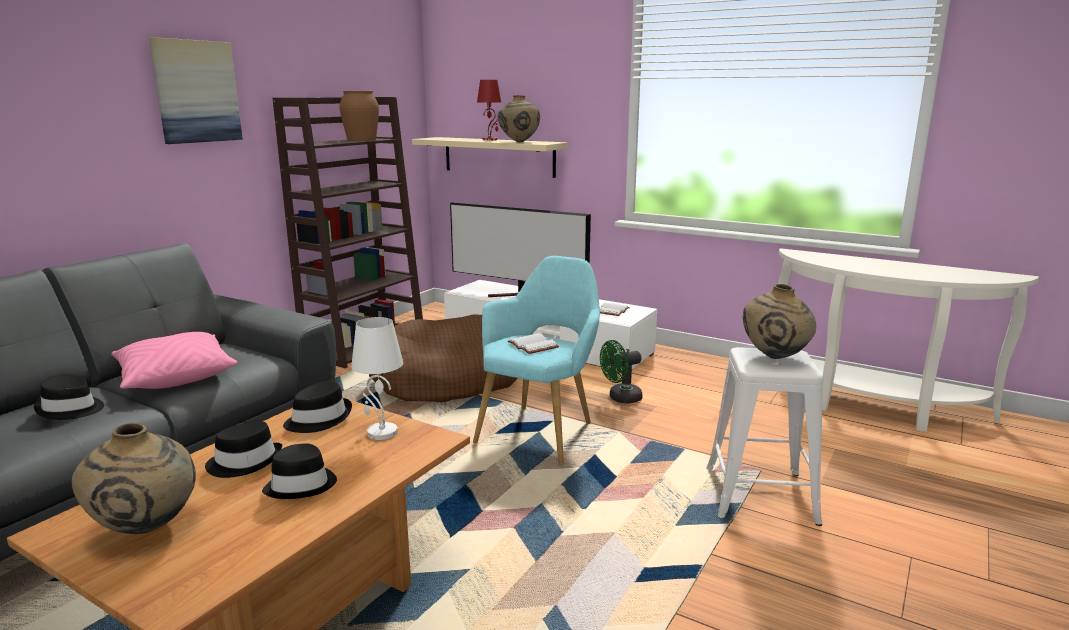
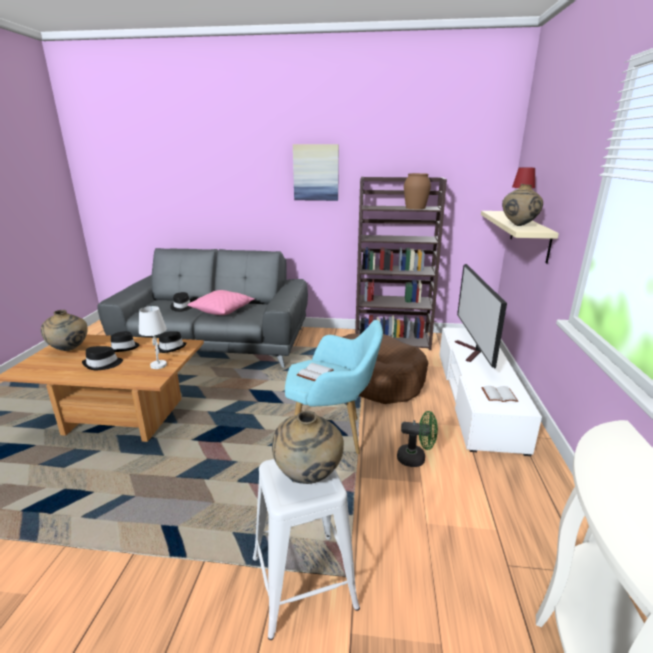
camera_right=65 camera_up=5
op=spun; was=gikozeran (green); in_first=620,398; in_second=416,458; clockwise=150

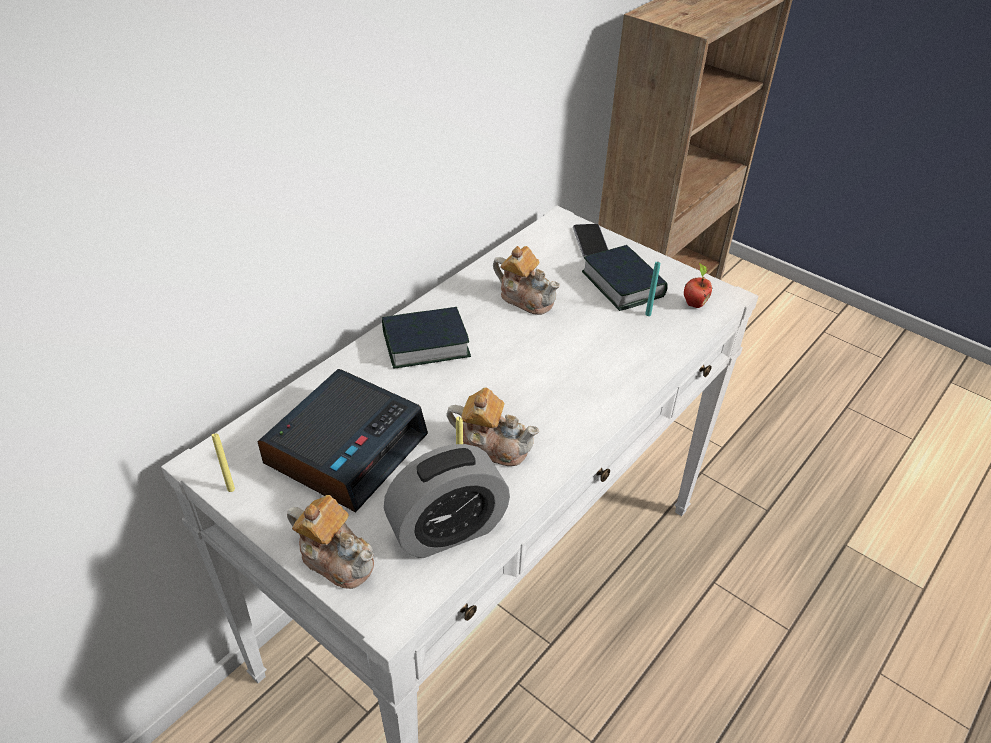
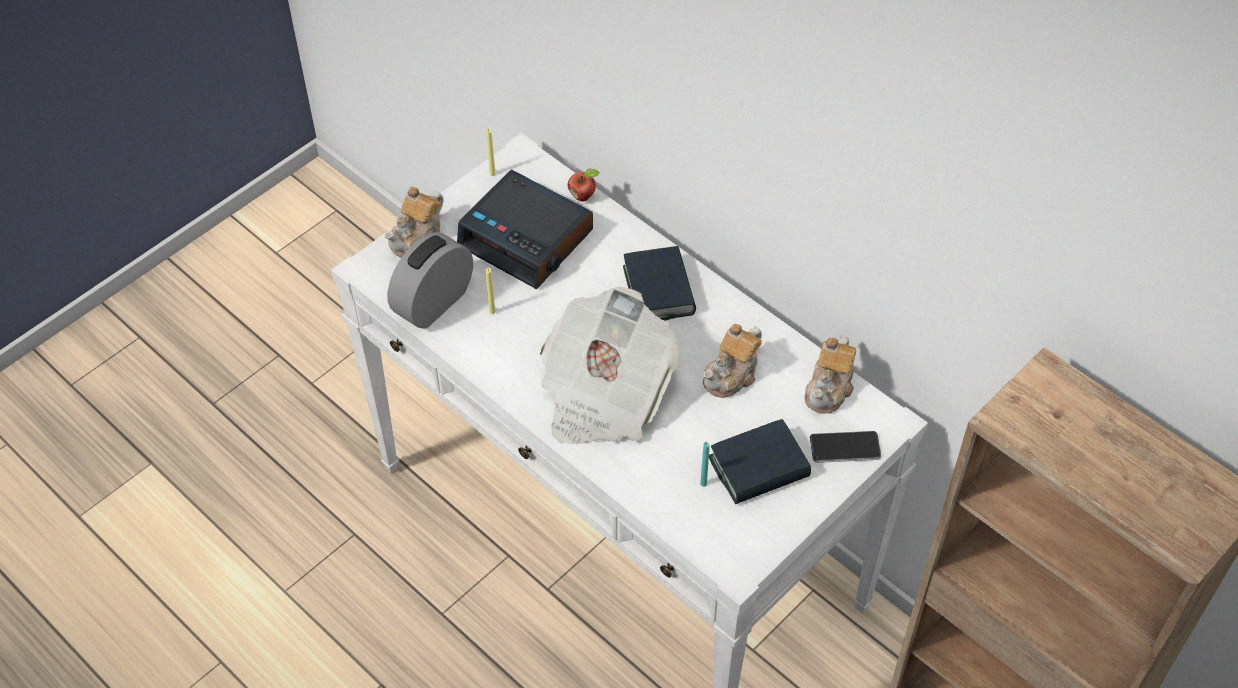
camera_right=95 camera_up=10
op=relocated; was=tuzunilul; in_first=694,303; in_second=583,196
op=relocated; was=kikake; in_first=493,445; in_second=829,389
op=spun; was=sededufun; in_first=447,530; in_second=434,303; clockwise=60
op=appeared; now=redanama; in_second=603,393

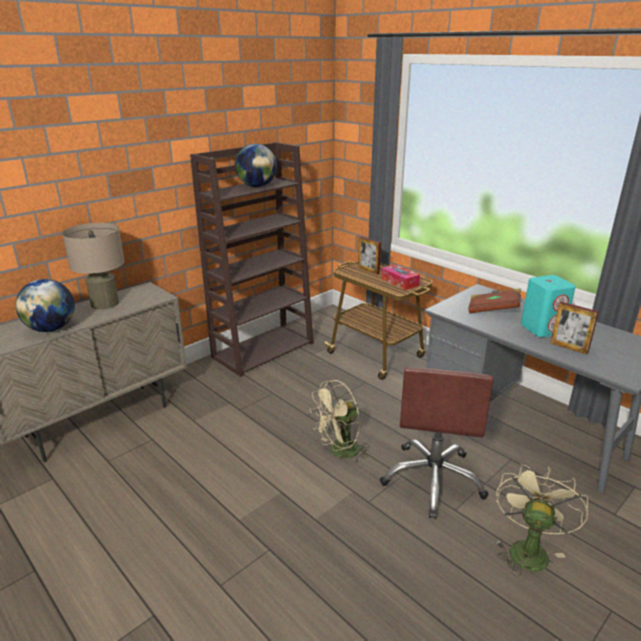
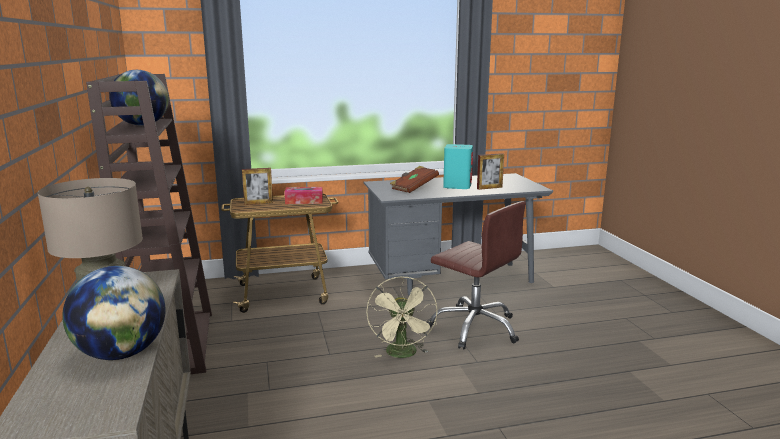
camera_right=-60 camera_up=-10
op=missing; was=gikozeran (beige); in_first=527,548

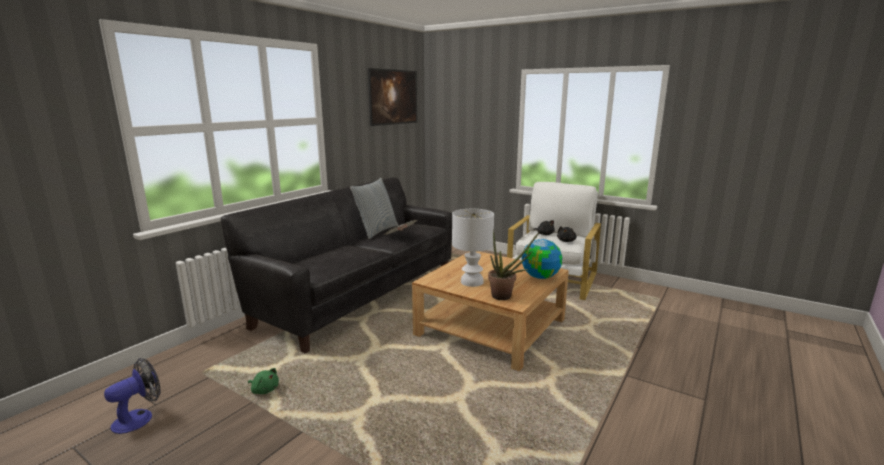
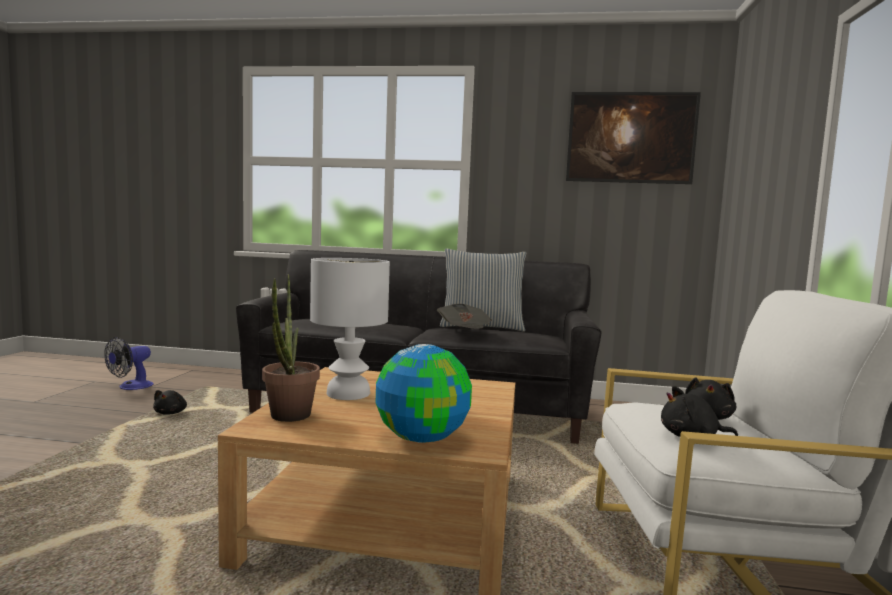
camera_right=65 camera_up=-10
op=spun; was=gikozeran; in_first=139,418; in_second=130,387; clockwise=105
op=colour; was=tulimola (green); now=tulimola (black); in_first=264,390; in_second=171,413

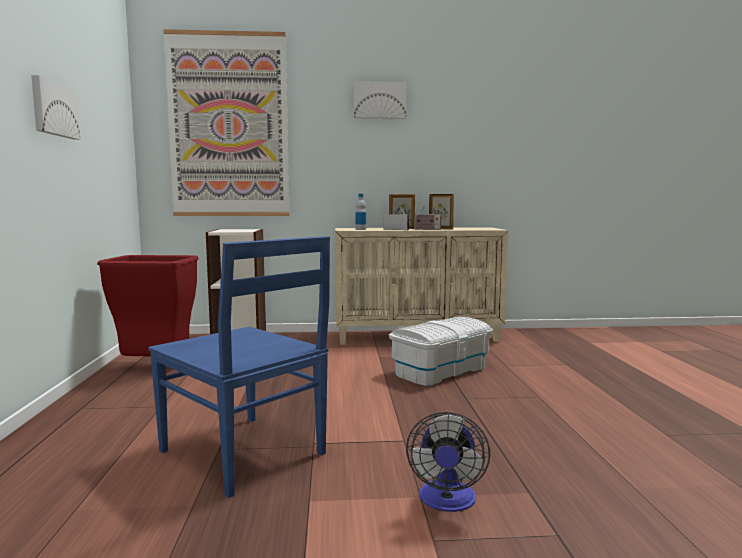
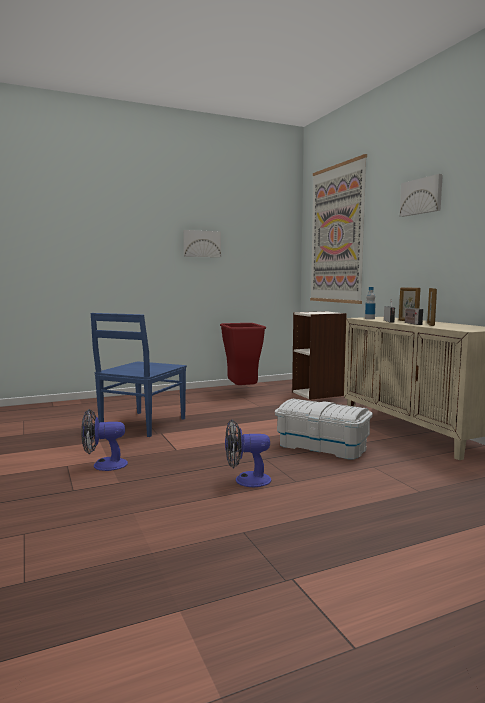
camera_right=70 camera_up=0
op=appeared; now=gikozeran; in_second=246,480

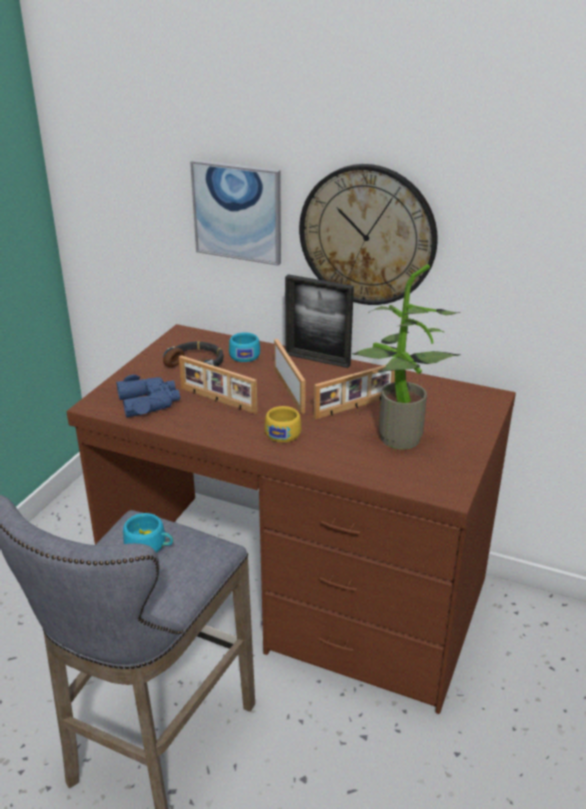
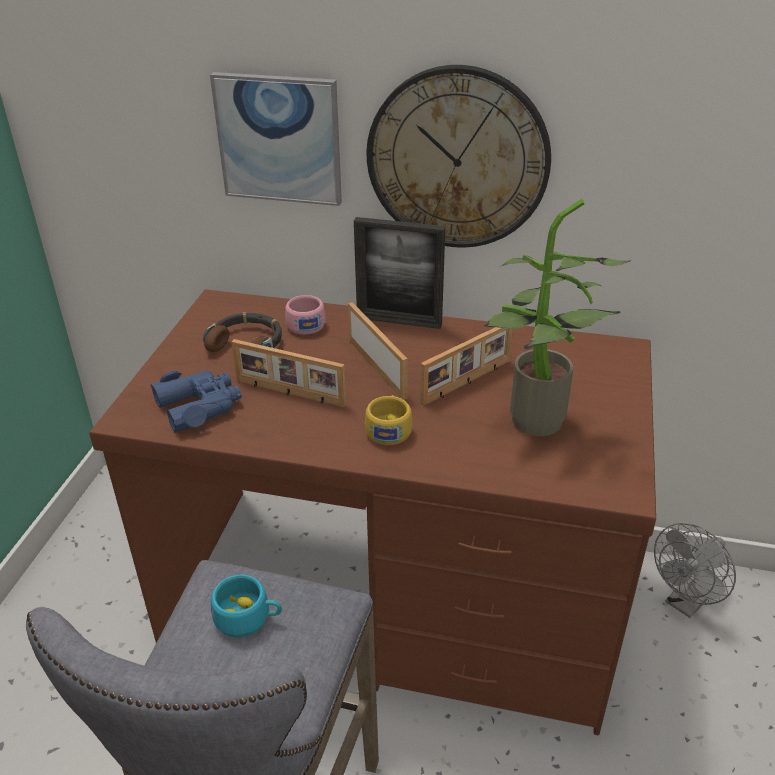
camera_right=-10 camera_up=5
op=colour; was=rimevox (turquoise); now=rimevox (pink); in_first=244,354; in_second=305,323
op=appeared; now=gikozeran (grey); in_second=686,603

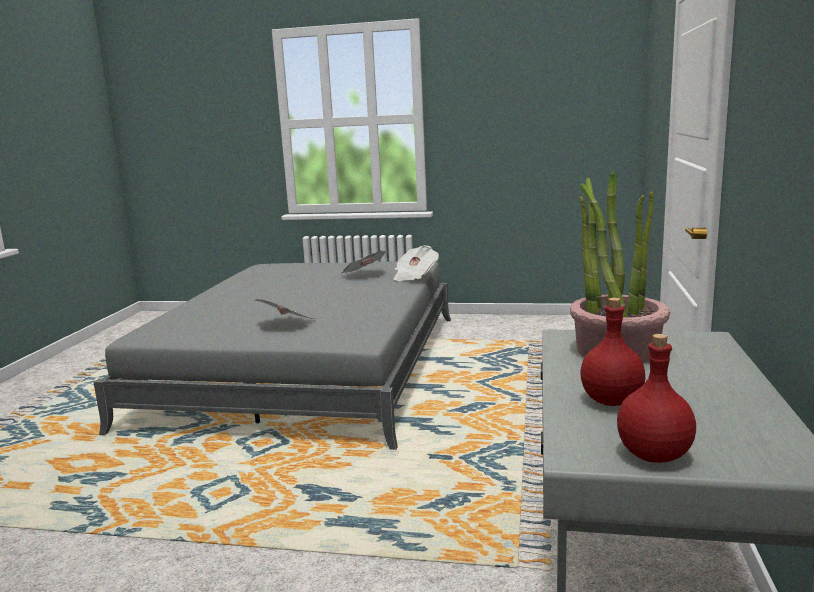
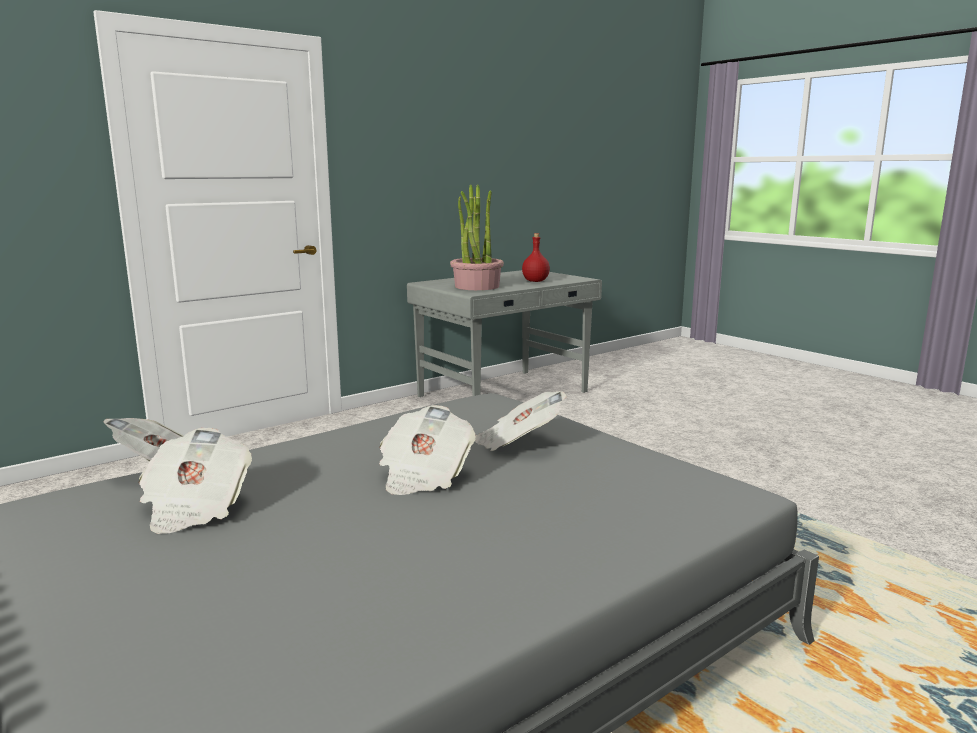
camera_right=-140 camera_up=0
op=missing; was=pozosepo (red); in_first=652,455
op=appeared; now=redanama; in_second=424,475

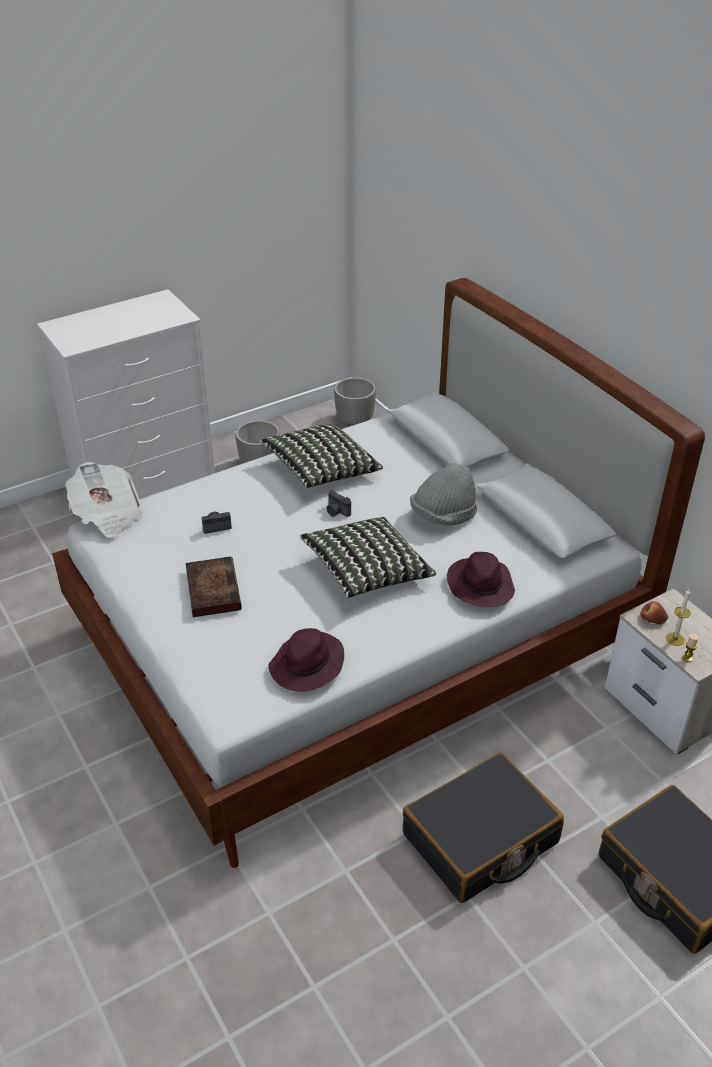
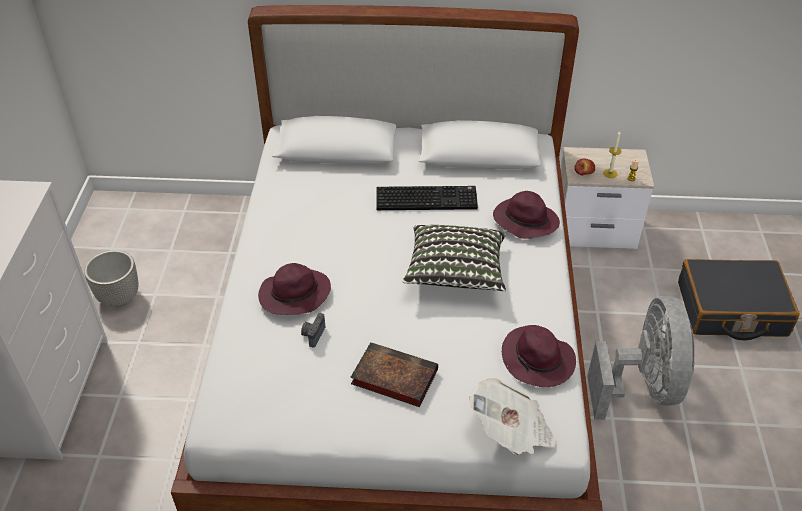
camera_right=-55 camera_up=5
op=missing; was=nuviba; in_first=355,421
op=missing; was=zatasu; in_first=321,470
op=relocated; was=redanama; in_first=107,515; in_second=512,432
op=exchanged; was=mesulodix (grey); now=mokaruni; in_first=443,516; in_second=427,198
op=missing; was=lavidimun; in_first=336,512
op=exchanged; was=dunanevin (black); now=gikozeran (grey); in_first=480,839; in_second=642,386
op=appeared; now=mesulodix (purple); in_second=294,295

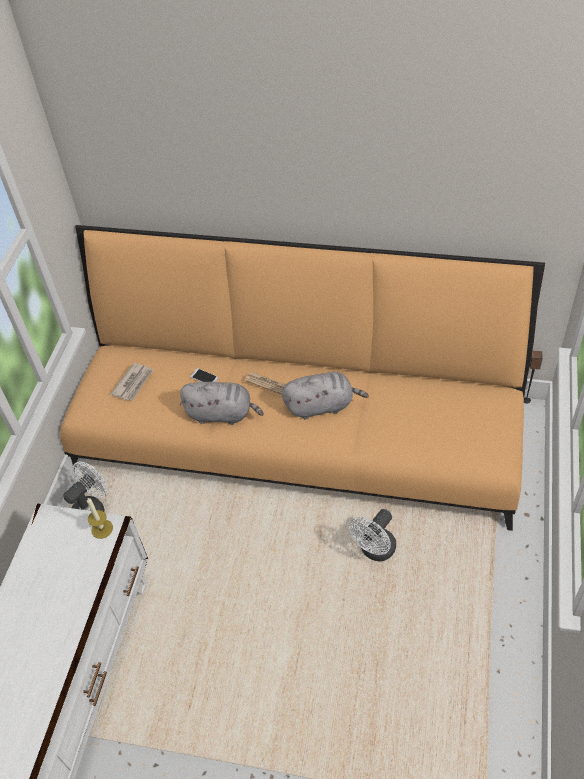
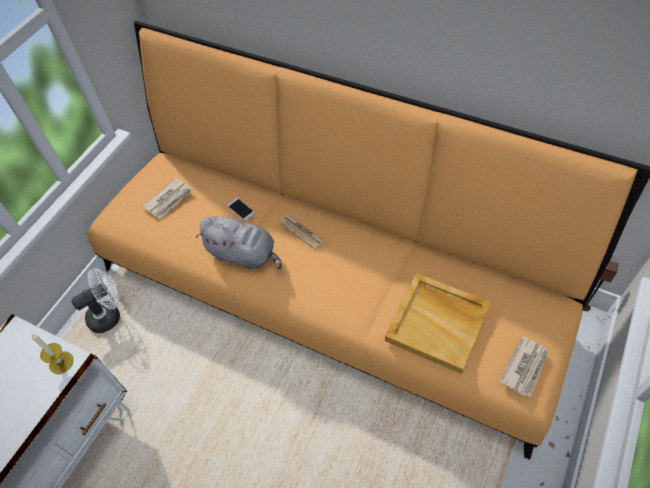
camera_right=15 camera_up=5
op=missing; was=tulimola (grey); in_first=322,406
op=missing; was=gikozeran (white); in_first=375,551
op=appeared; now=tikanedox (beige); in_second=438,323
op=appeared; now=redanama; in_second=525,367

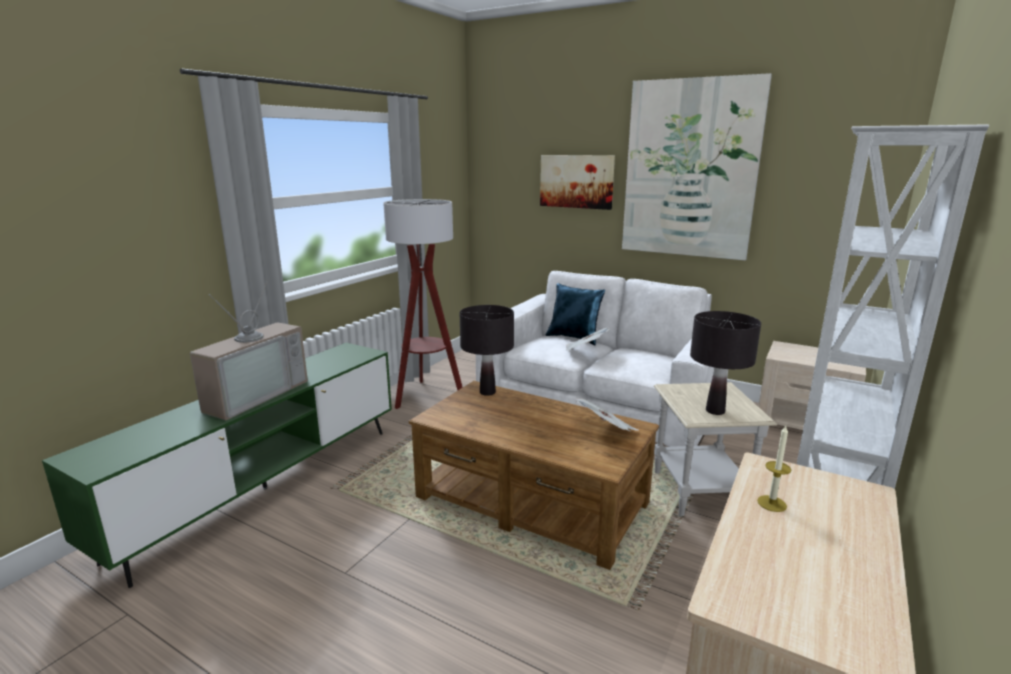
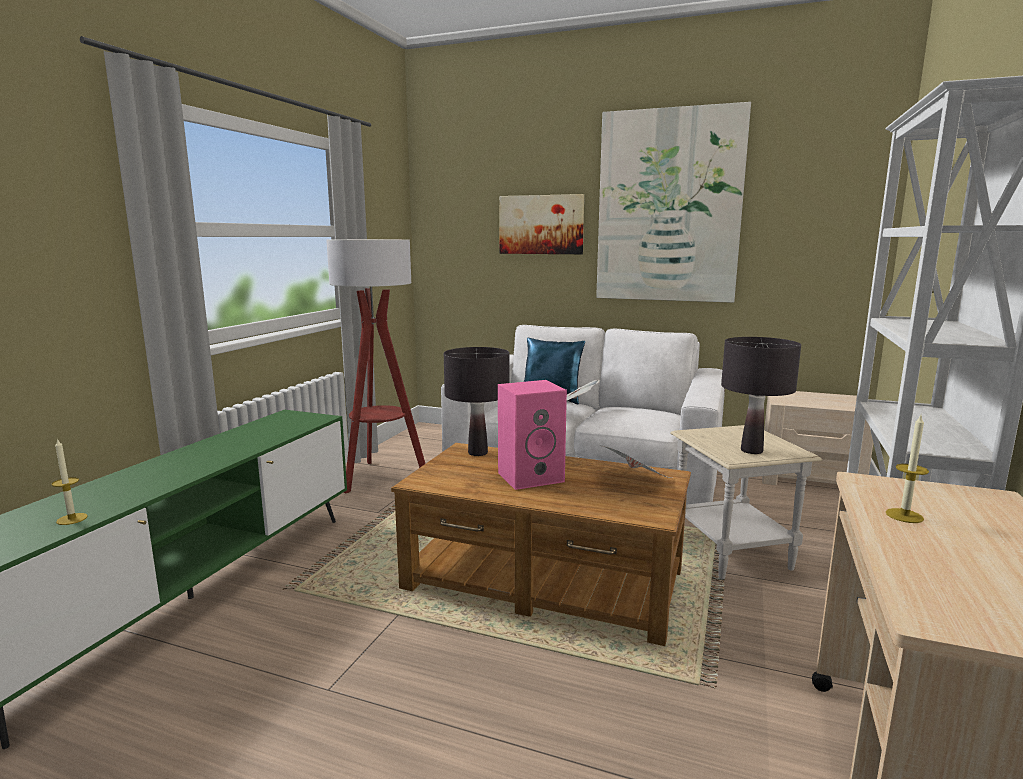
camera_right=-10 camera_up=-5
op=missing; was=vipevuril; in_first=253,394
op=appeared; now=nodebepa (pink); in_second=531,476
op=appeared; now=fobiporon; in_second=72,519

